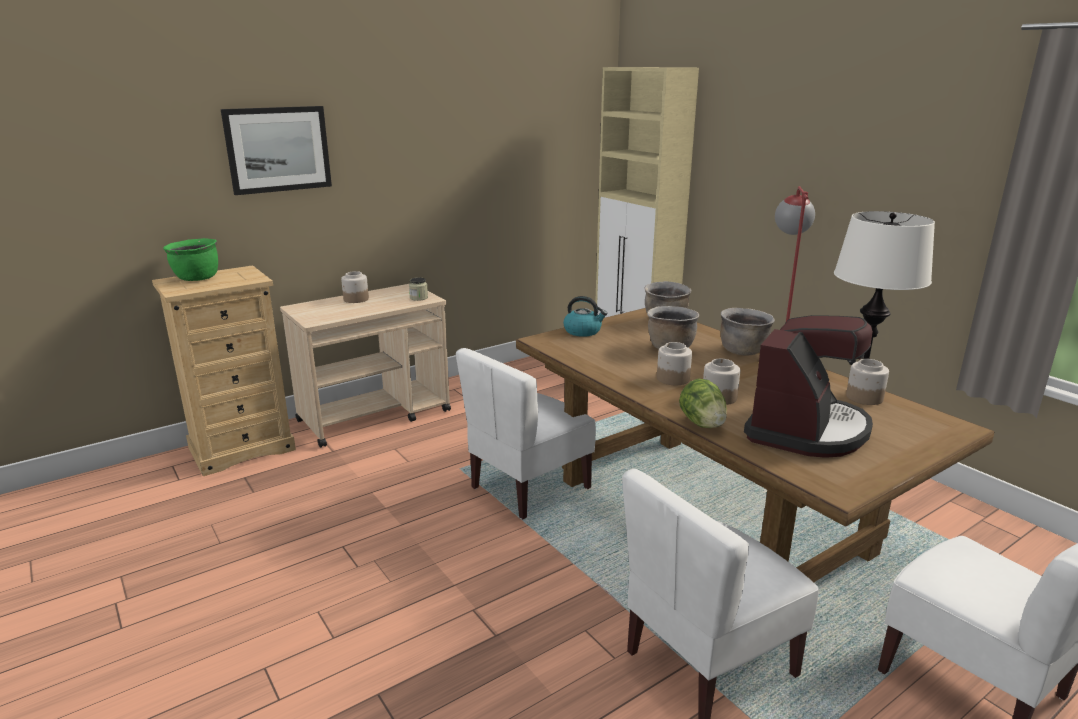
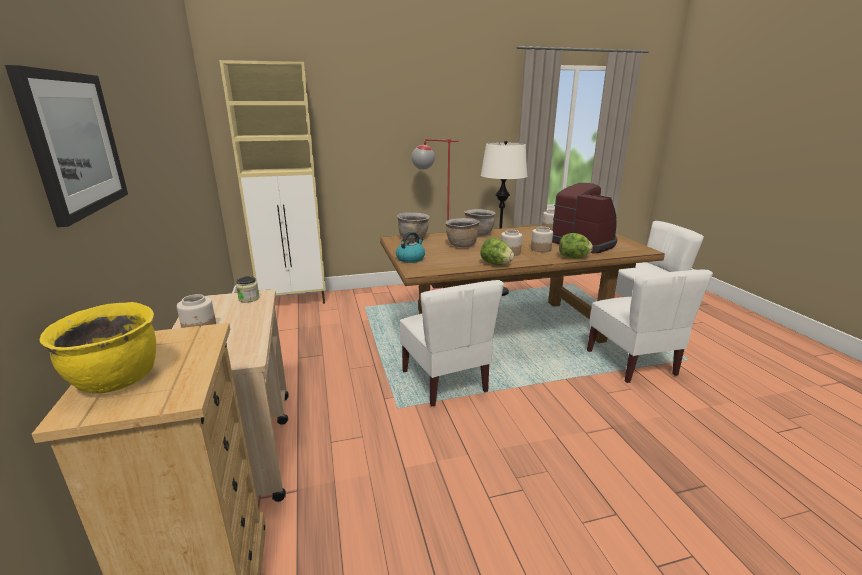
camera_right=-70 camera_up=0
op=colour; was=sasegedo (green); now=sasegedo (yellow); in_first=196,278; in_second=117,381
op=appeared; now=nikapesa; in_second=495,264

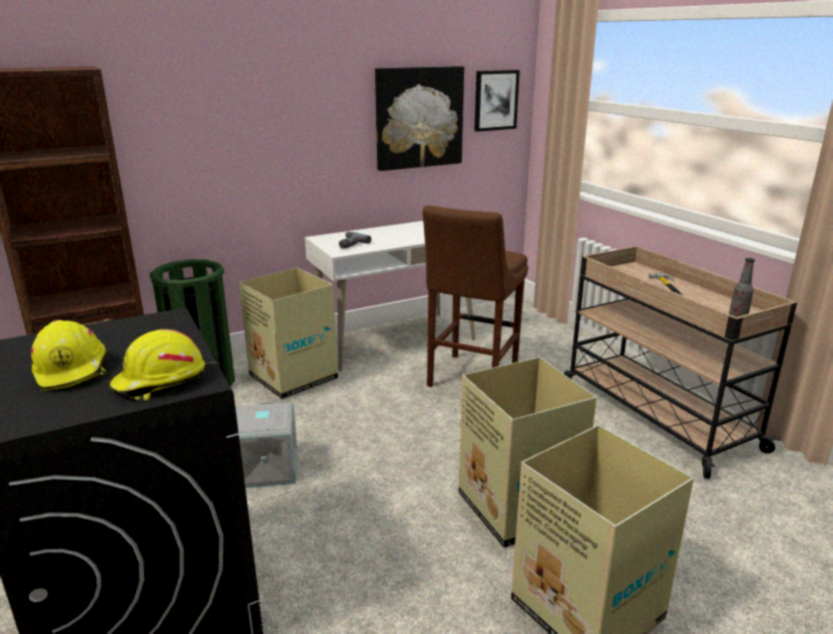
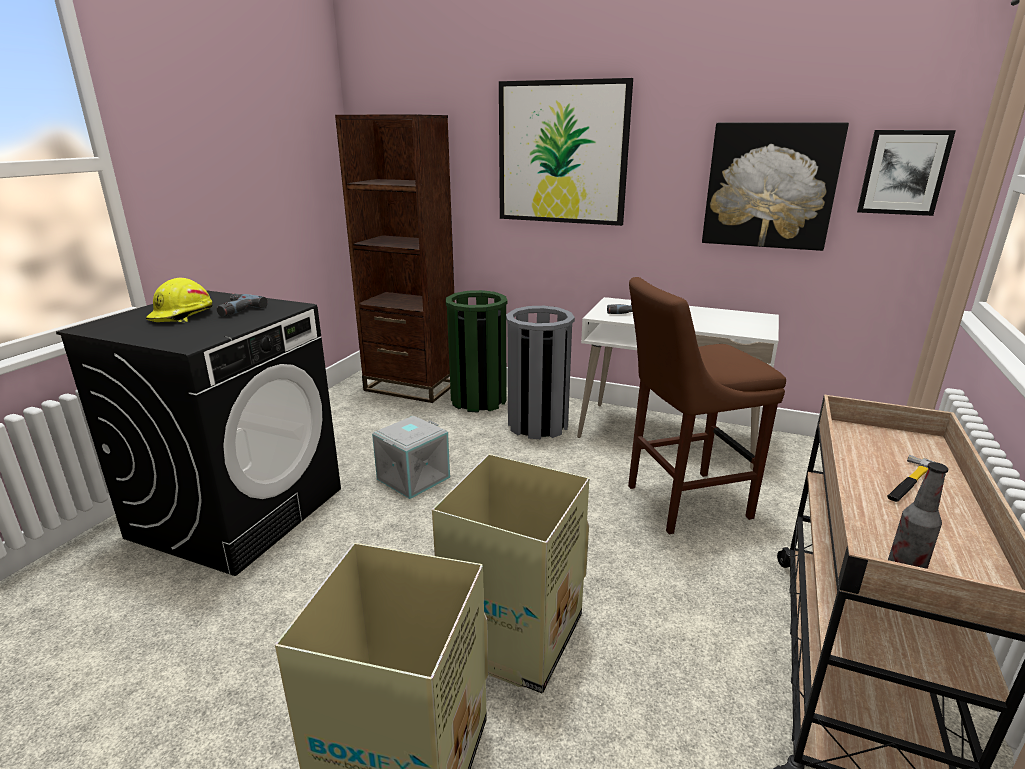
camera_right=50 camera_up=0
op=exchanged; was=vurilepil; now=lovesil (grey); in_first=293,377; in_second=538,425
op=missing; was=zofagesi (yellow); in_first=159,382
op=appeared; now=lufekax; in_second=562,153
op=appeared; now=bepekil; in_second=234,310

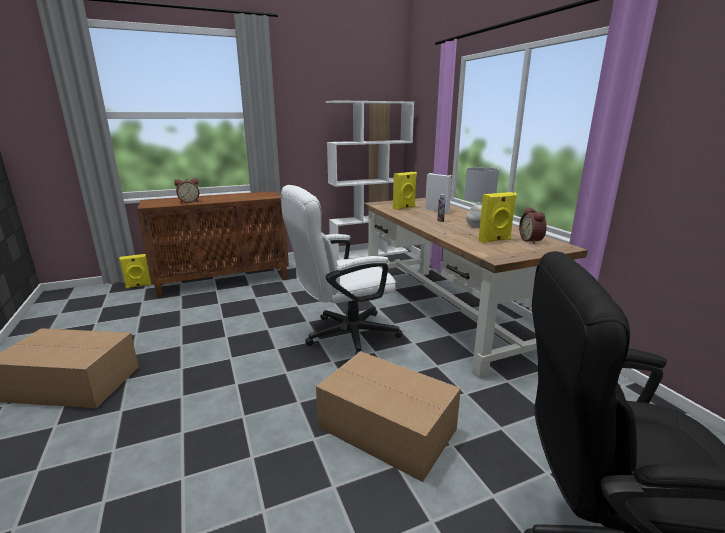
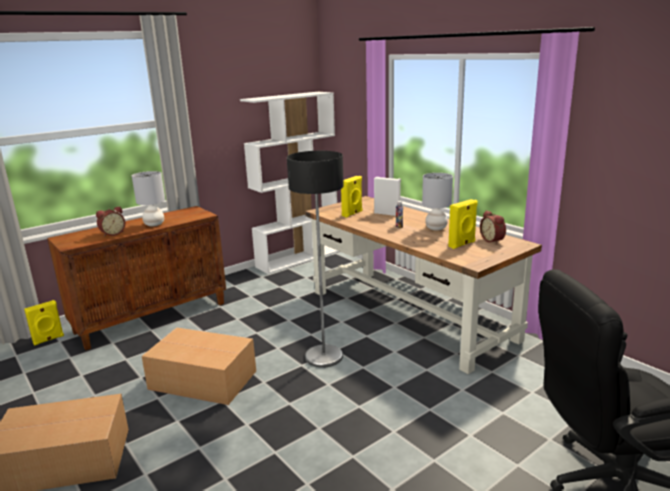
camera_right=-15 camera_up=0
op=exchanged; was=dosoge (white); now=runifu; in_first=343,336; in_second=323,357
op=relocated; was=vurilepil; in_first=388,429; in_second=204,380
op=appeared; now=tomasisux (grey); in_second=154,224

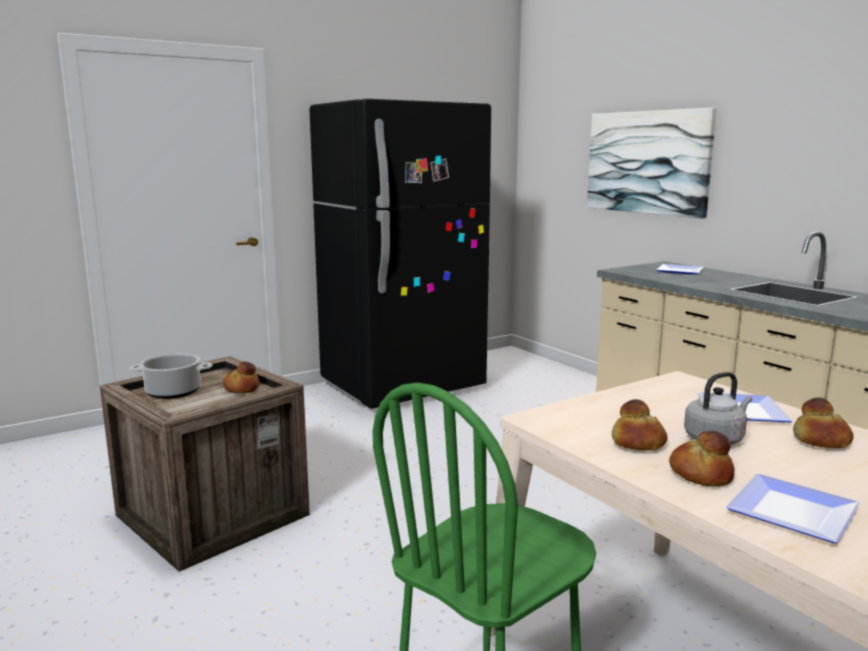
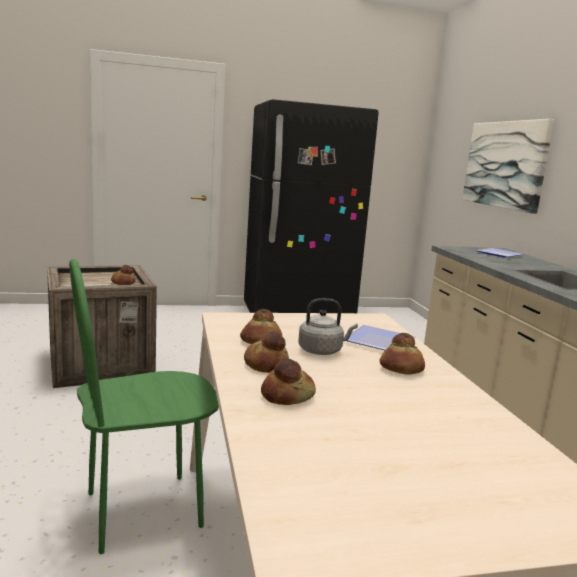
camera_right=20 camera_up=0
op=missing; was=sasegedo; in_first=174,392
op=exchanged; was=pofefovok; now=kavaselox; in_first=797,512; in_second=287,396

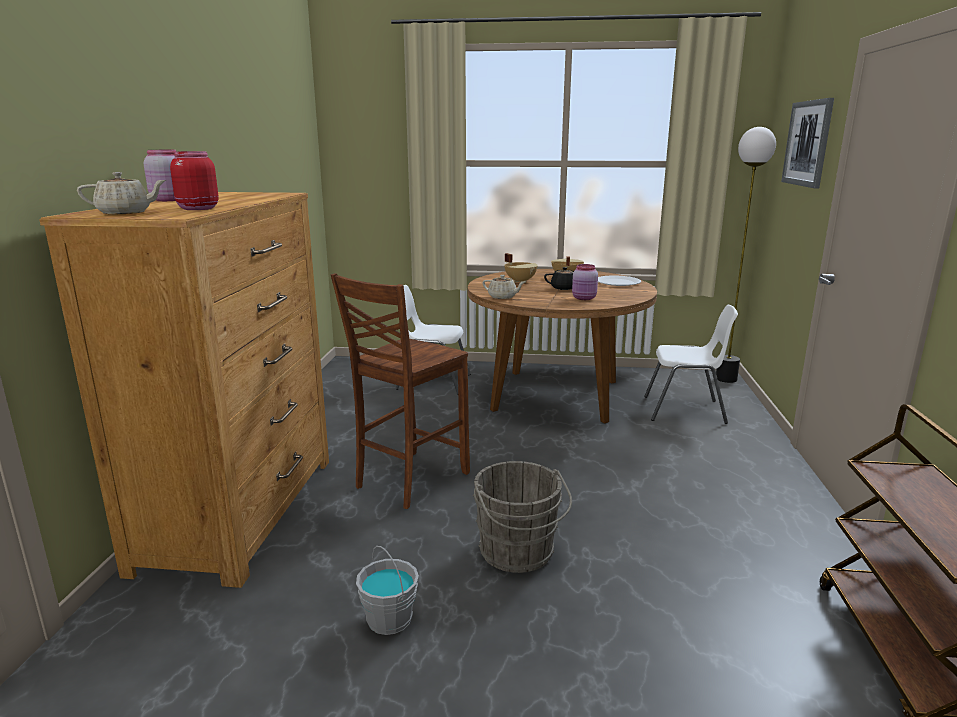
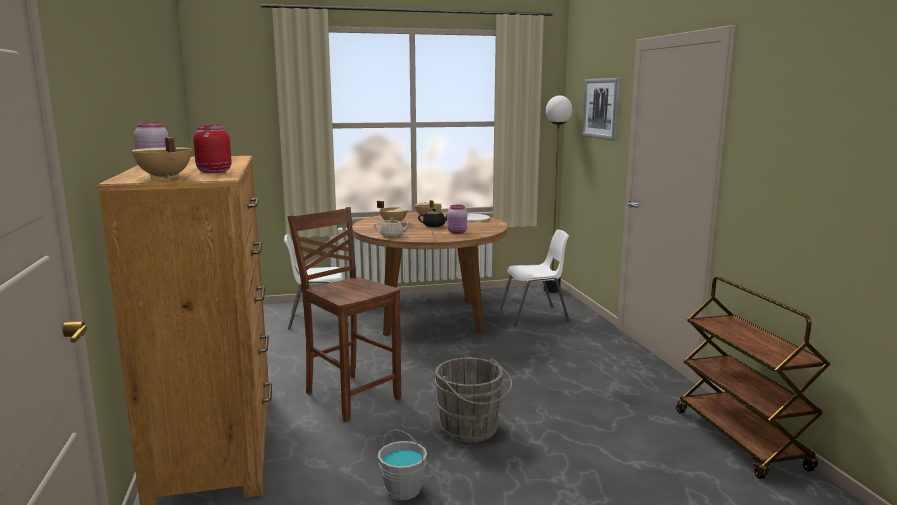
camera_right=-20 camera_up=-5
op=exchanged; was=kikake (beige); now=sasegedo (beige); in_first=125,213; in_second=164,177
op=spun; was=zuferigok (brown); in_first=409,480; in_second=350,395; clockwise=120

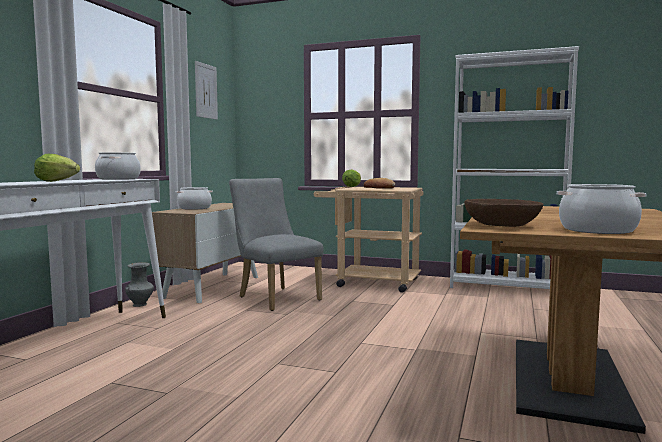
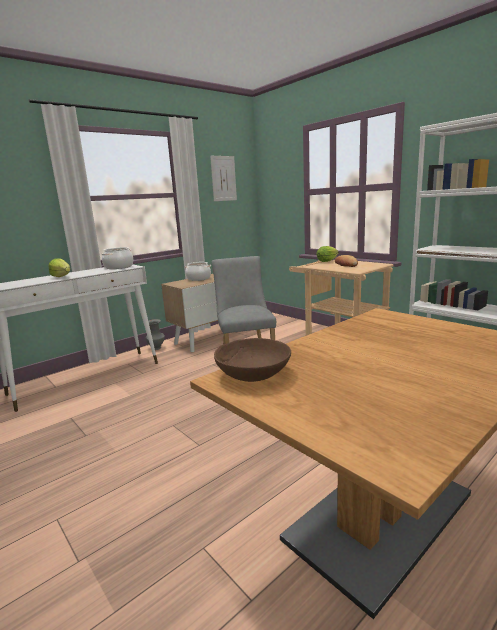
camera_right=30 camera_up=10
op=missing; was=sasegedo; in_first=598,230

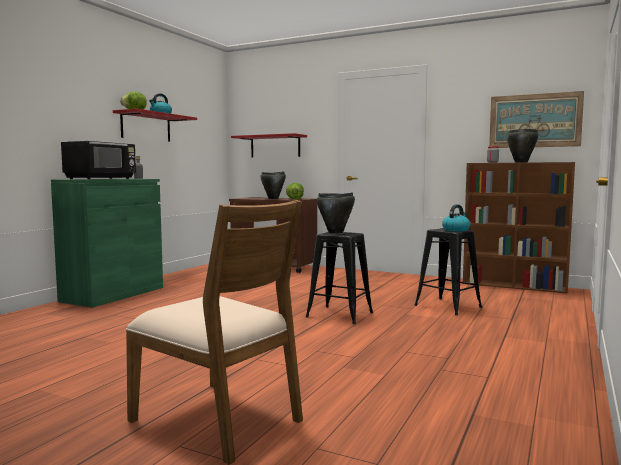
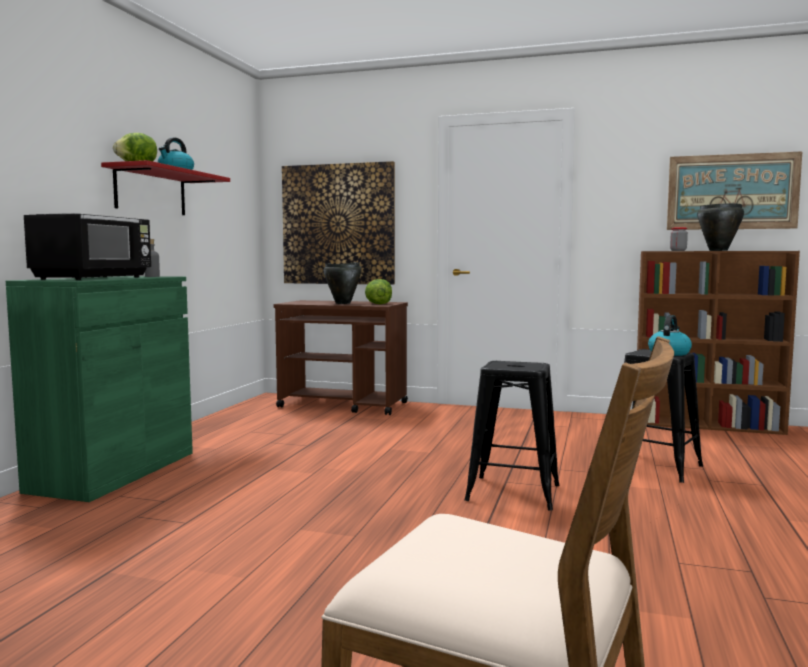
camera_right=-10 camera_up=0
op=exchanged; was=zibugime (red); now=lufekax; in_first=275,146; in_second=338,224
op=missing; was=sasegedo (black); in_first=335,232

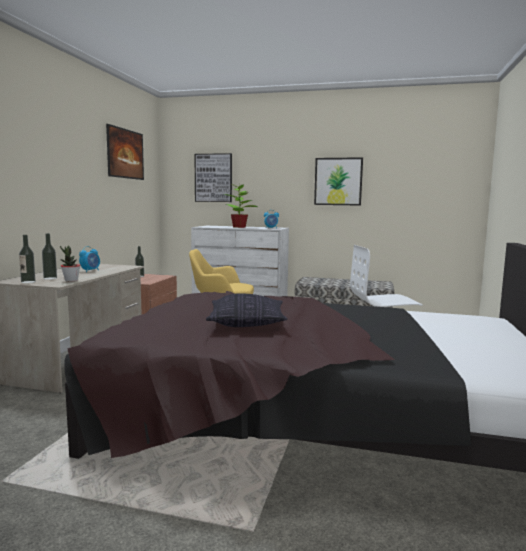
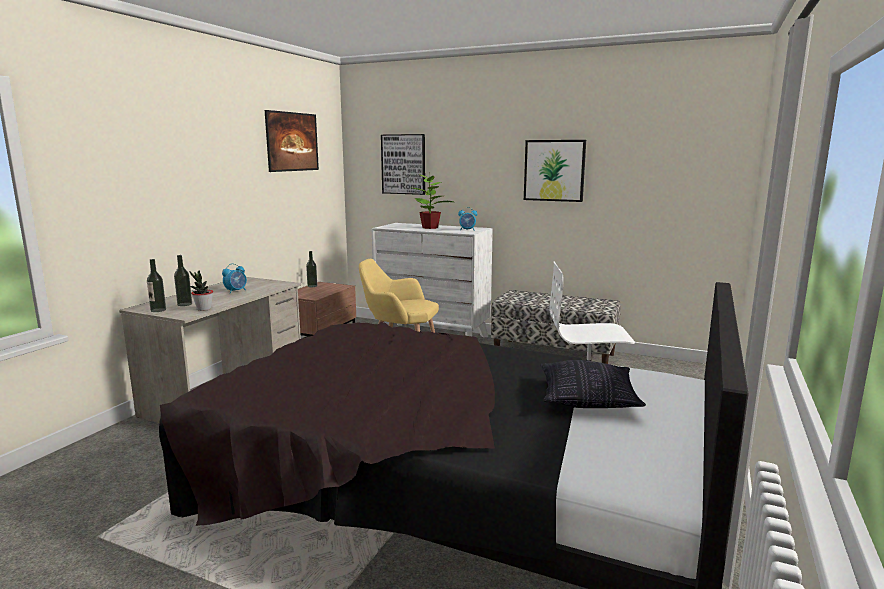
camera_right=10 camera_up=5
op=relocated; was=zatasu; in_first=246,323; in_second=587,399

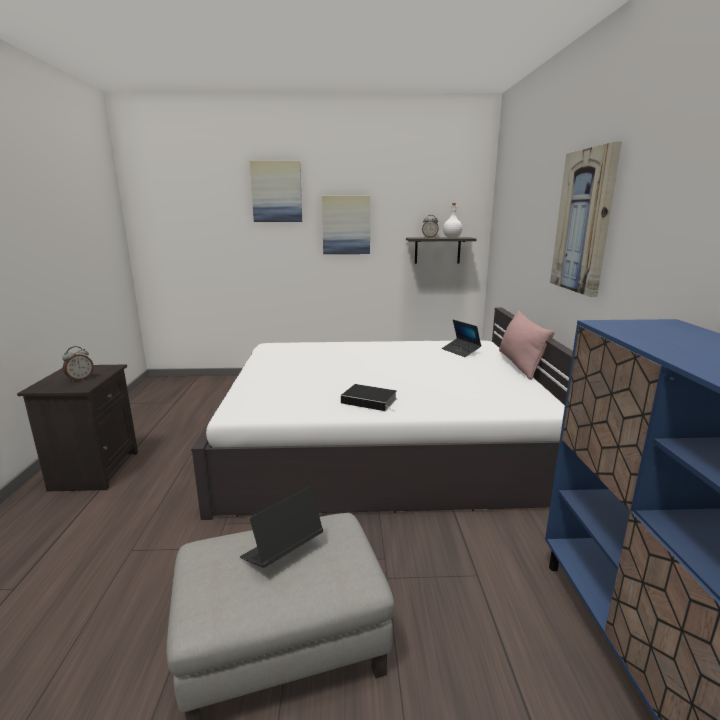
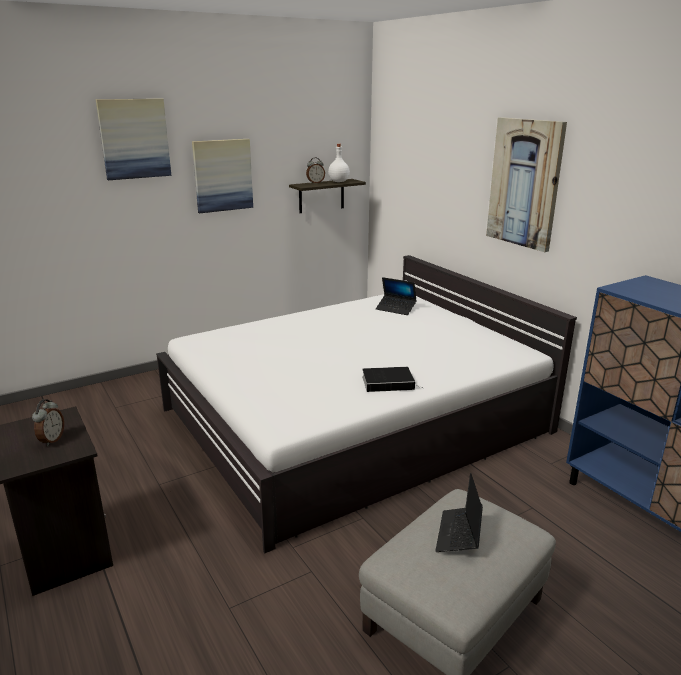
camera_right=-30 camera_up=5
op=missing; was=zatasu (pink); in_first=519,364

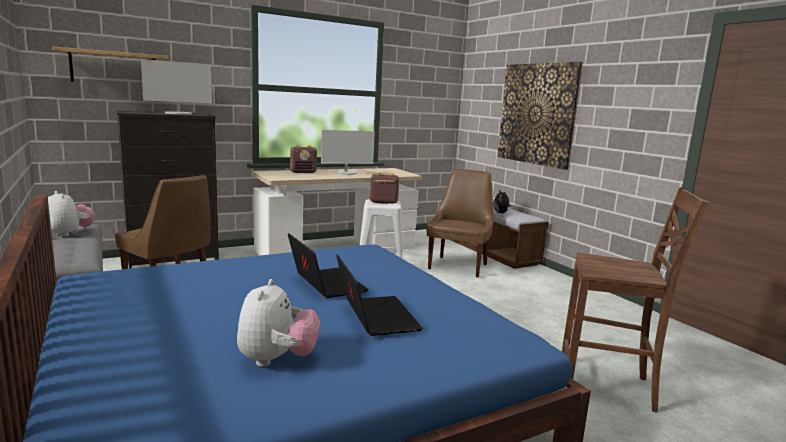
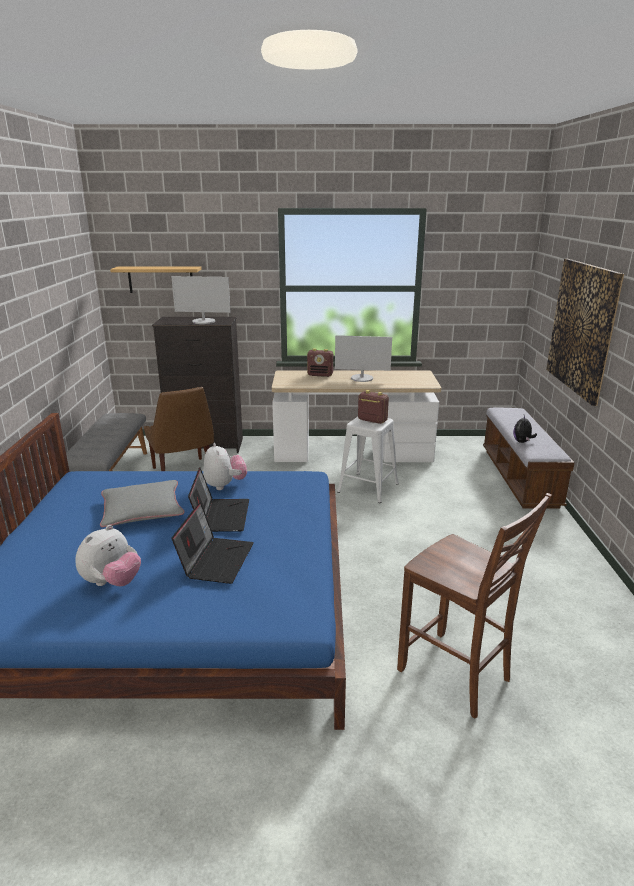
camera_right=30 camera_up=10
op=missing; was=zuferigok (brown); in_first=458,266
op=relocated; was=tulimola; in_first=70,233; in_second=225,485
op=appeared; now=zatasu (grey); in_second=142,510

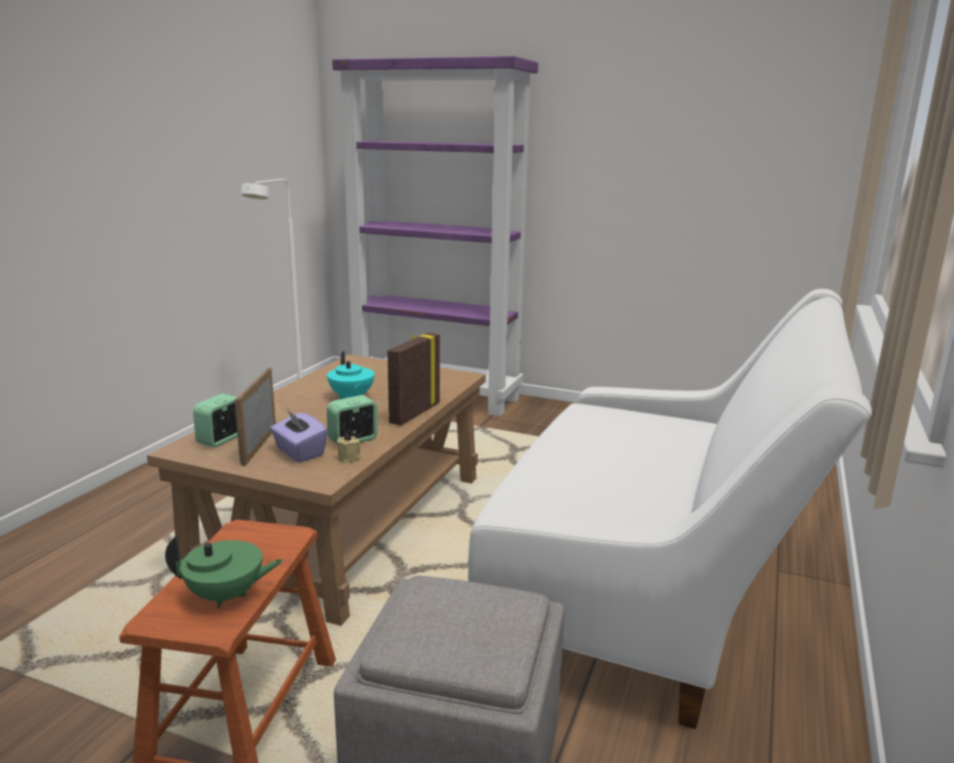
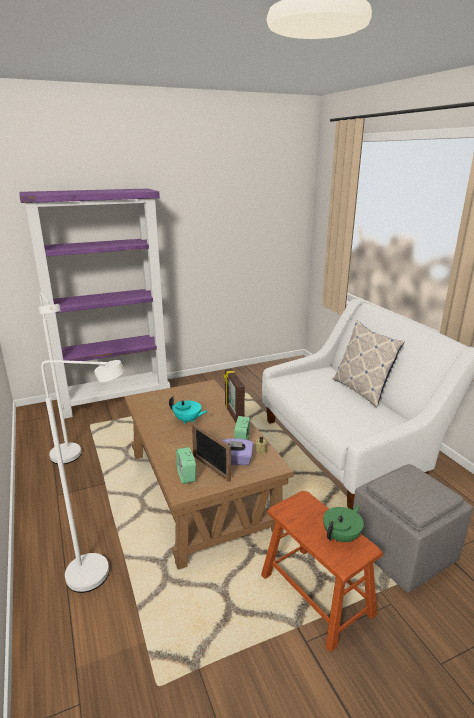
camera_right=-45 camera_up=5
op=appeared; now=zatasu; in_second=362,390
op=appeared; now=runifu (white); in_second=100,574

